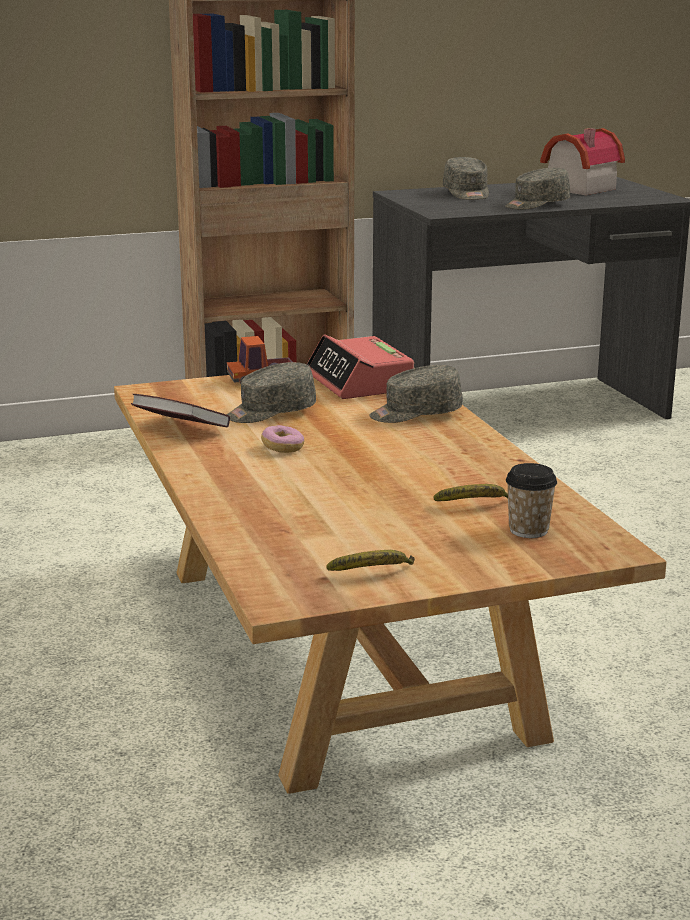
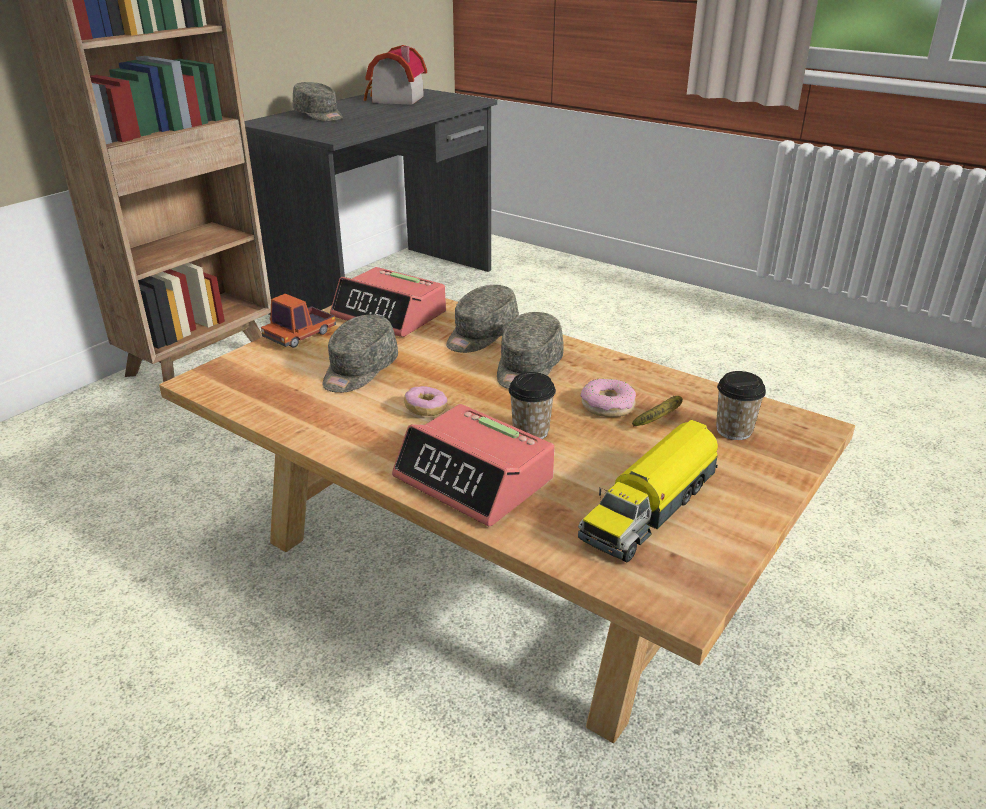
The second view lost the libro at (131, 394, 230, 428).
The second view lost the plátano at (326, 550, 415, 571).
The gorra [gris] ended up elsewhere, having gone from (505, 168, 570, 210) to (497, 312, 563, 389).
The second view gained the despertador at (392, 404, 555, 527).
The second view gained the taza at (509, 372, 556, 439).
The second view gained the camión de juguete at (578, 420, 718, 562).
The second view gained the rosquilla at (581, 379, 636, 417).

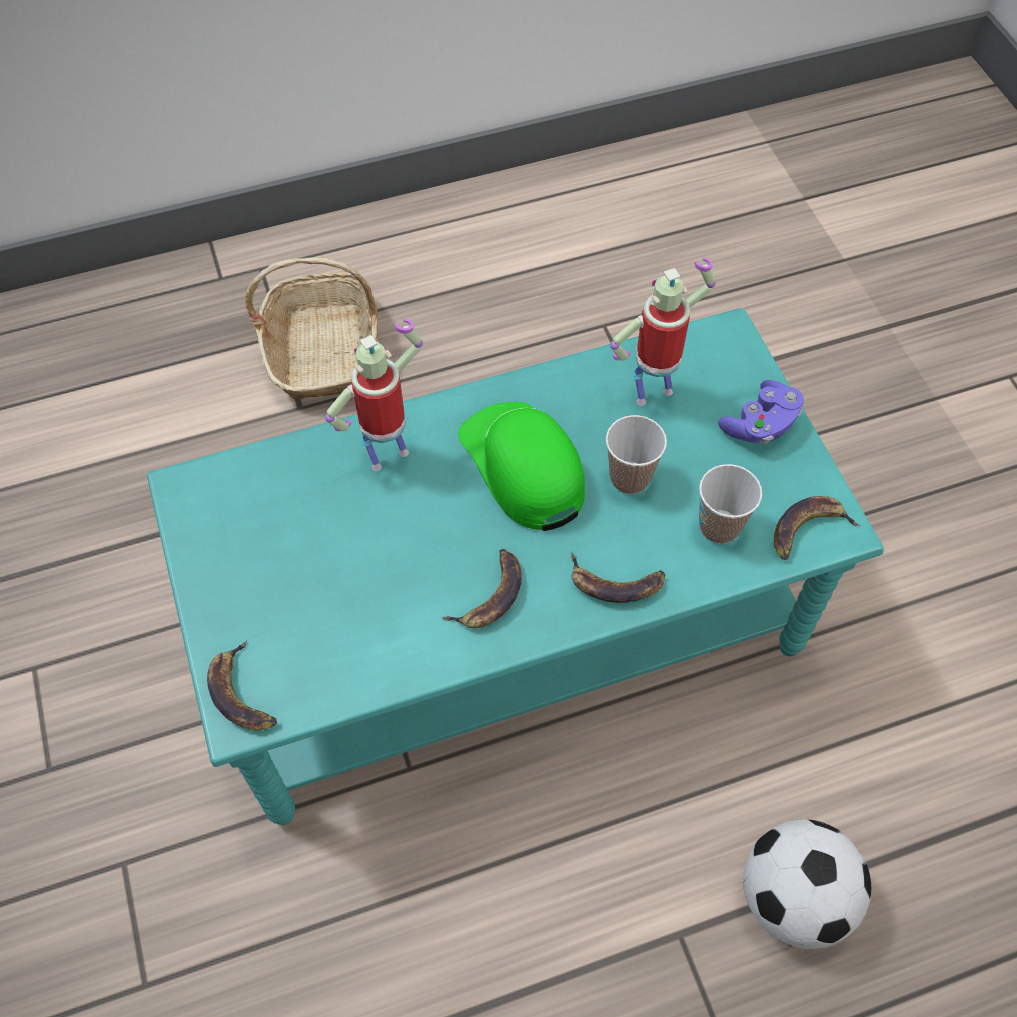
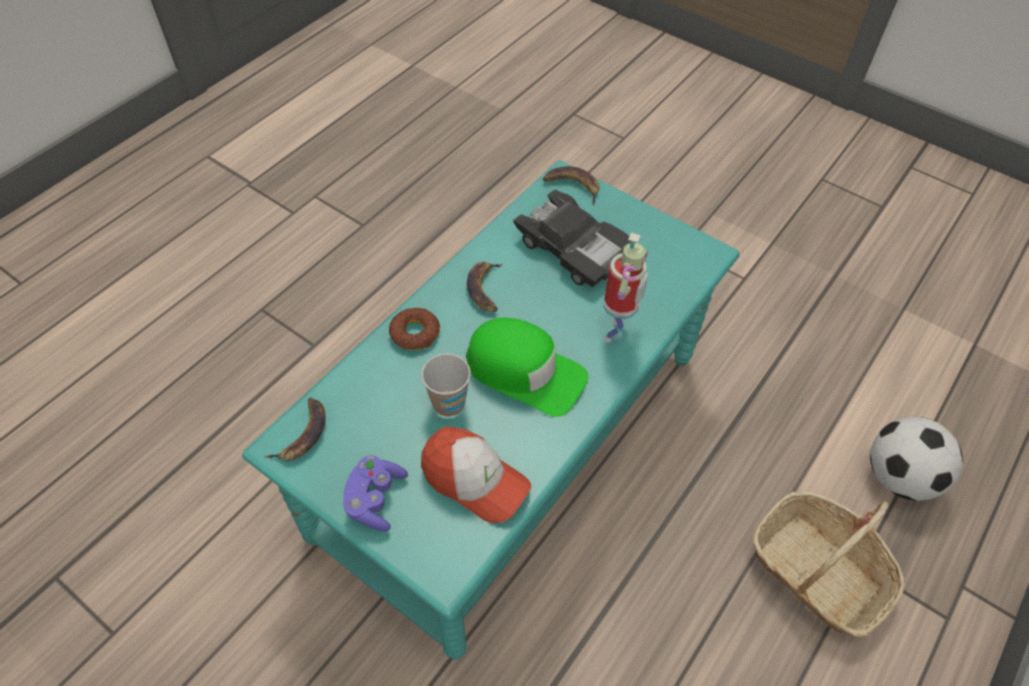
Where the plátano stood at (571, 553, 665, 603), the rosquilla came to stand at (389, 308, 440, 350).
Where the robot de juguete stood at (610, 257, 716, 406), the gorra came to stand at (421, 427, 531, 523).
The second view lost the taza at (699, 464, 762, 544).
The balón de fútbol ended up elsewhere, having gone from (743, 819, 871, 949) to (870, 417, 963, 501).
The second view gained the coche de juguete [negro] at (513, 189, 631, 287).

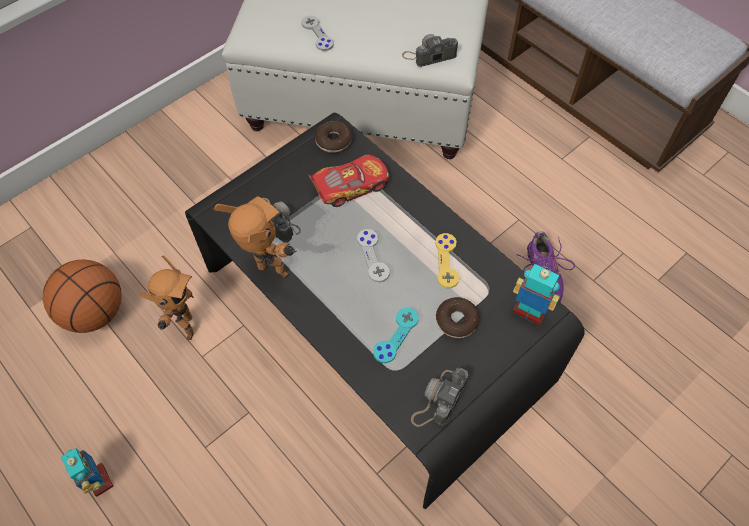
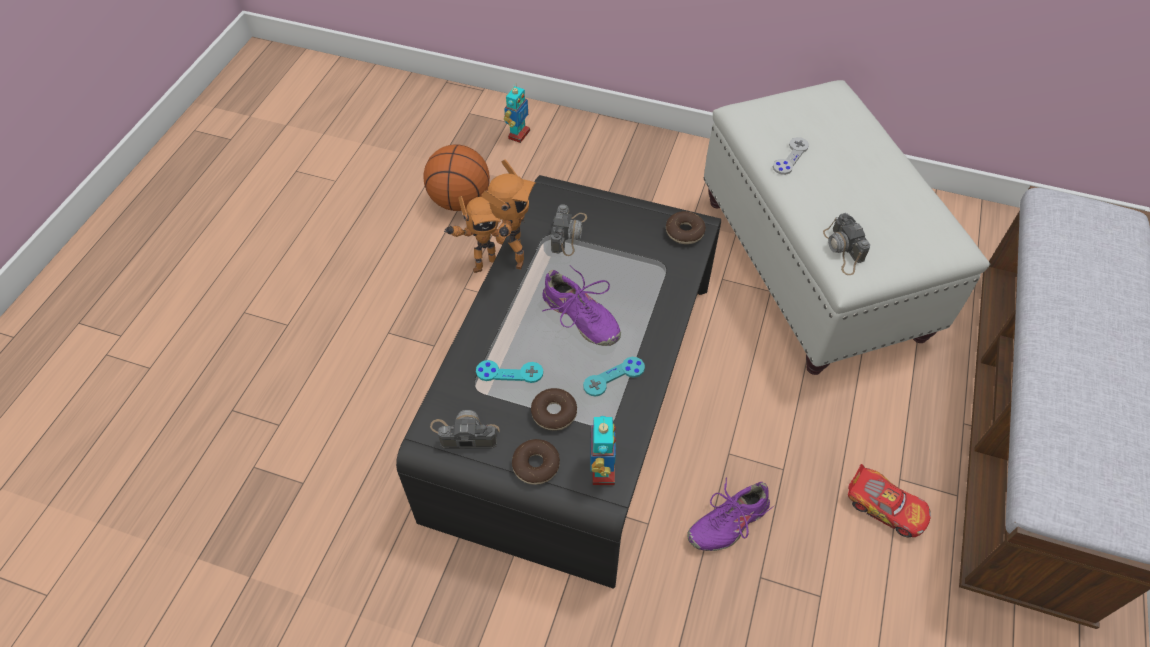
The robot de juguete ended up elsewhere, having gone from (61, 448, 114, 497) to (504, 83, 530, 143).
The coche de juguete ended up elsewhere, having gone from (308, 155, 389, 207) to (848, 464, 931, 538).
Where the mando de consola [gris] stood at (357, 229, 390, 282), the zapato [morado] came to stand at (542, 266, 621, 346).
The cámara at (402, 34, 458, 67) ended up facing another way, 150 degrees counterclockwise from before.
What was the mando de consola [amarillo] at (435, 233, 459, 288) turned into the mando de consola [turquesa] at (583, 357, 645, 397).
The second view gained the rosquilla at (512, 439, 560, 485).

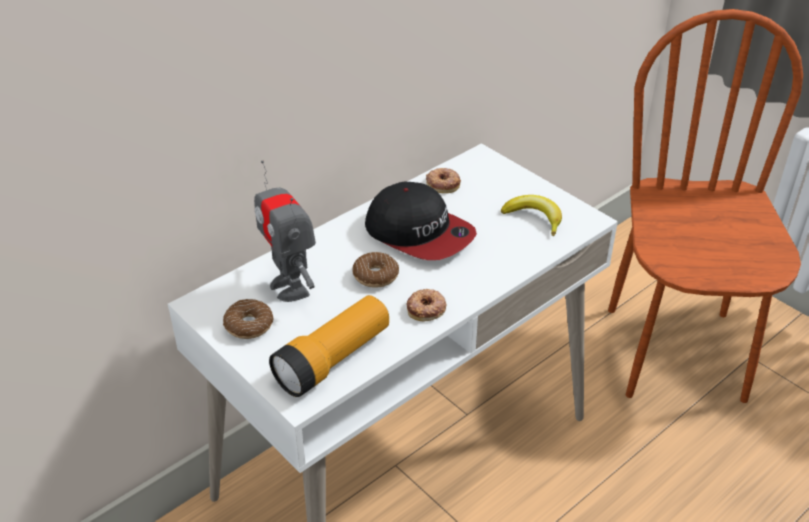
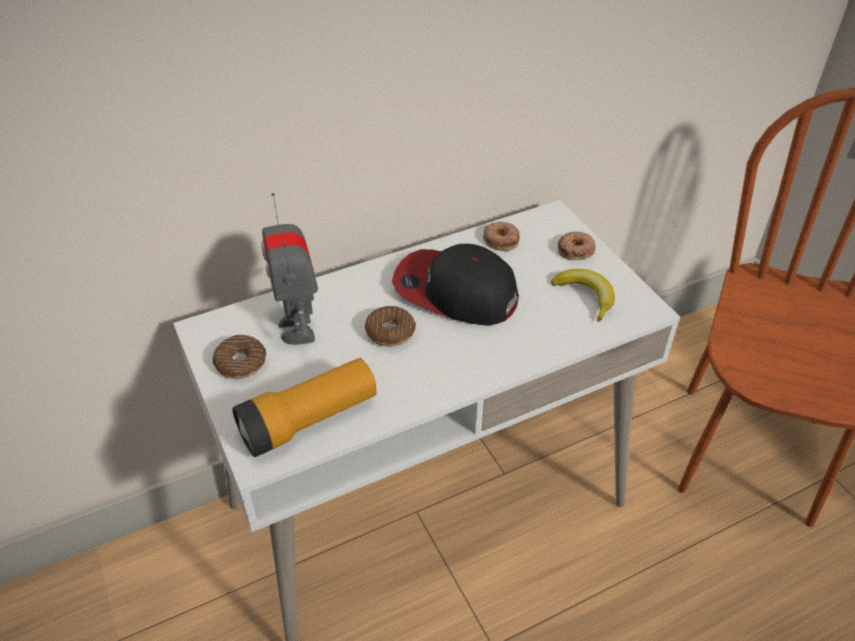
The gorra at (365, 182, 477, 260) ended up facing another way, 150 degrees clockwise from before.
The rosquilla ended up elsewhere, having gone from (407, 289, 447, 321) to (558, 232, 596, 260).

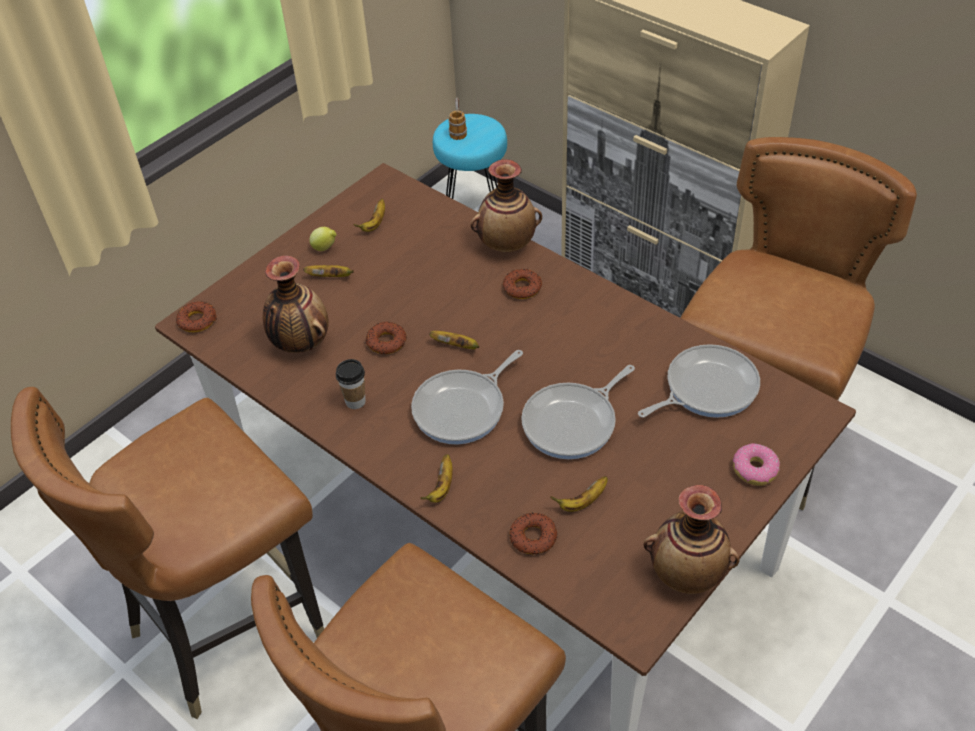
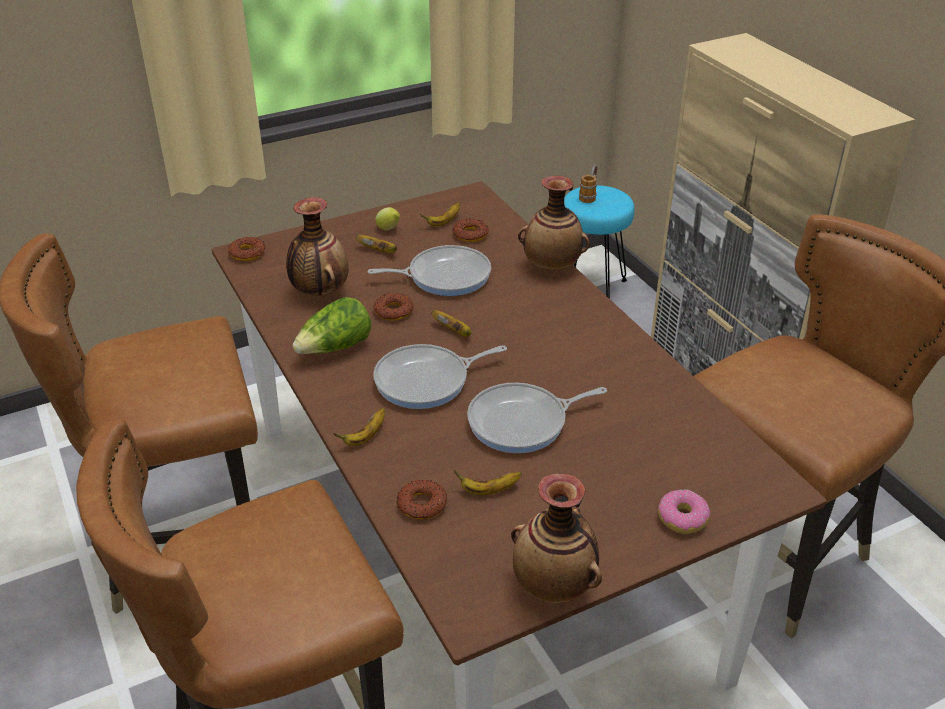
Where the taza stood at (336, 359, 366, 409), the lechuga came to stand at (292, 297, 372, 354).
The rosquilla ended up elsewhere, having gone from (503, 269, 542, 299) to (453, 218, 489, 242).
The sartén ended up elsewhere, having gone from (638, 344, 760, 418) to (368, 245, 491, 296).

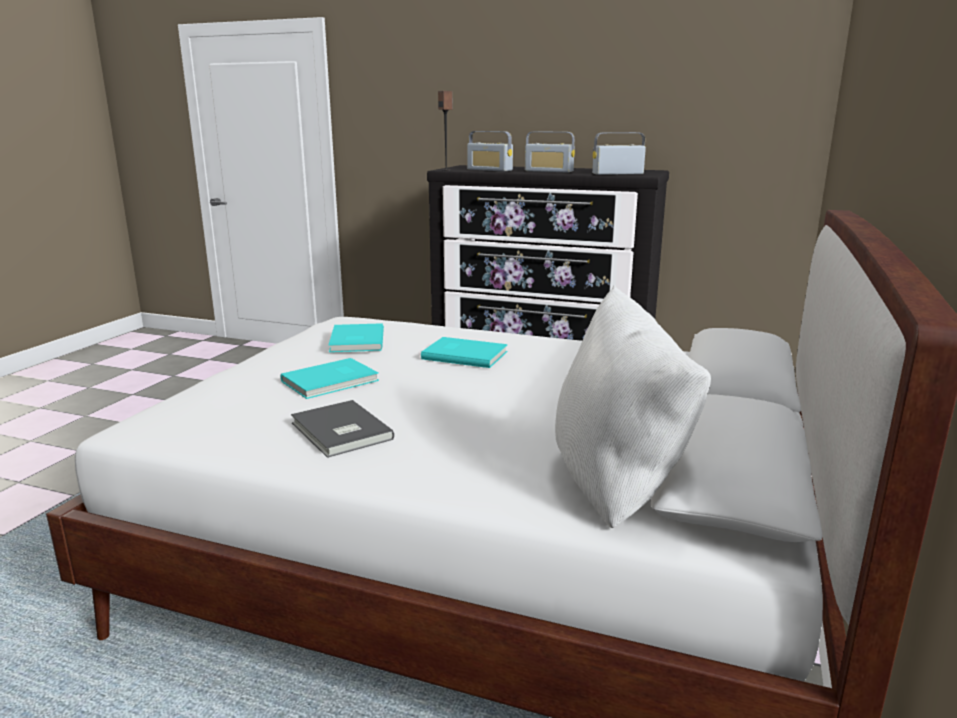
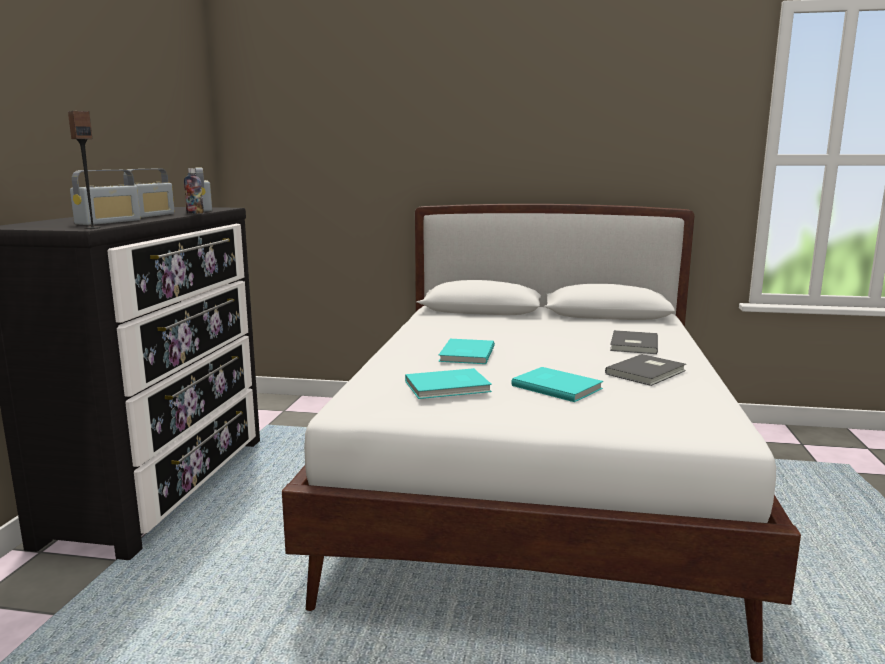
The second view lost the cojín [blanco] at (555, 285, 711, 528).
The second view gained the botella at (184, 168, 204, 214).
The second view gained the libro [gris] at (610, 330, 658, 354).

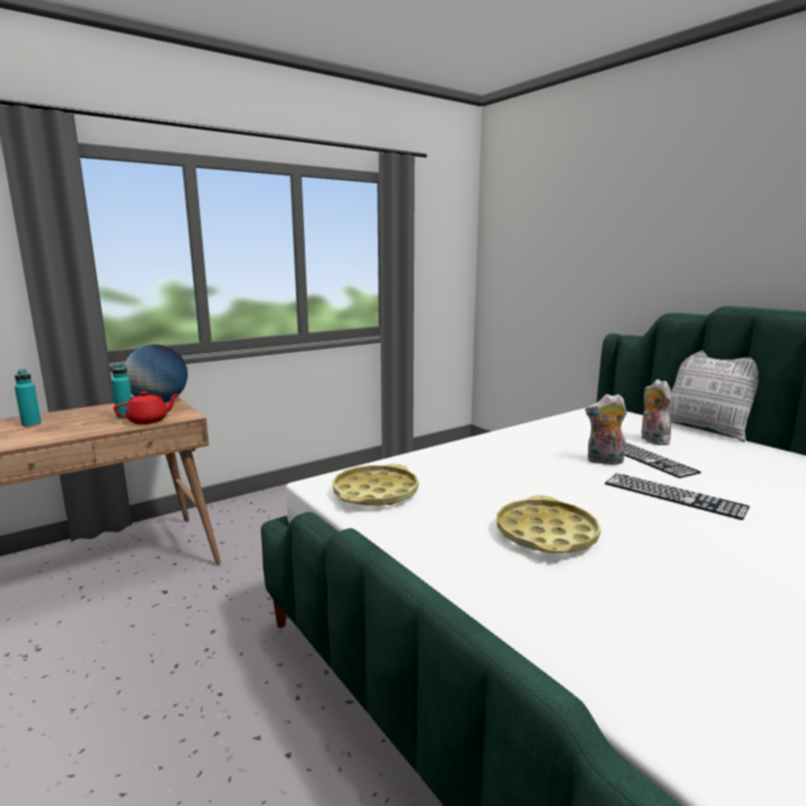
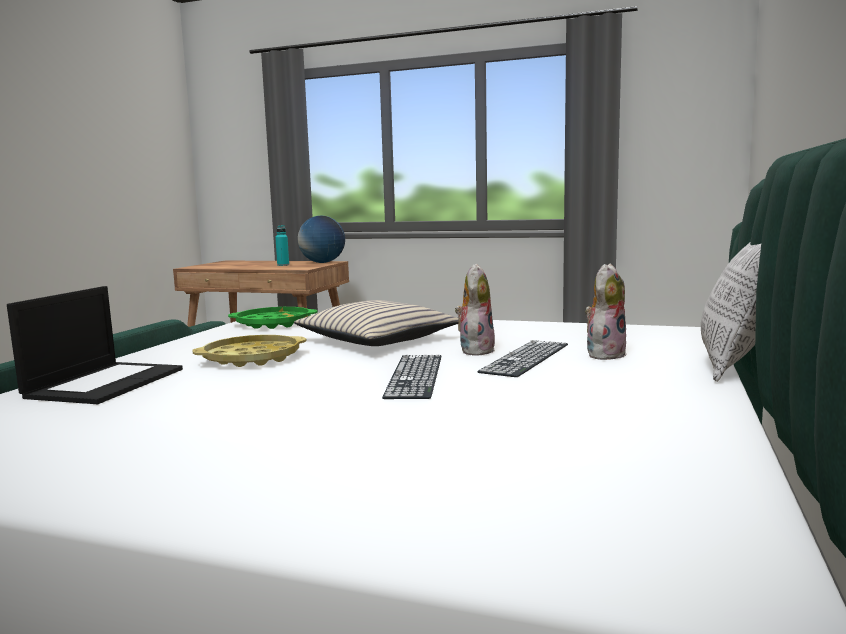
The second view lost the botella [turquesa] at (15, 369, 41, 427).
The second view lost the tetera [rojo] at (114, 391, 179, 424).
What was the bandeja [amarillo] at (333, 464, 418, 506) turned into the bandeja [verde] at (228, 307, 317, 329).
The peluche at (585, 394, 627, 464) ended up facing another way, 45 degrees clockwise from before.
The second view gained the portátil at (7, 286, 183, 404).
The second view gained the cojín [beis] at (294, 300, 459, 346).

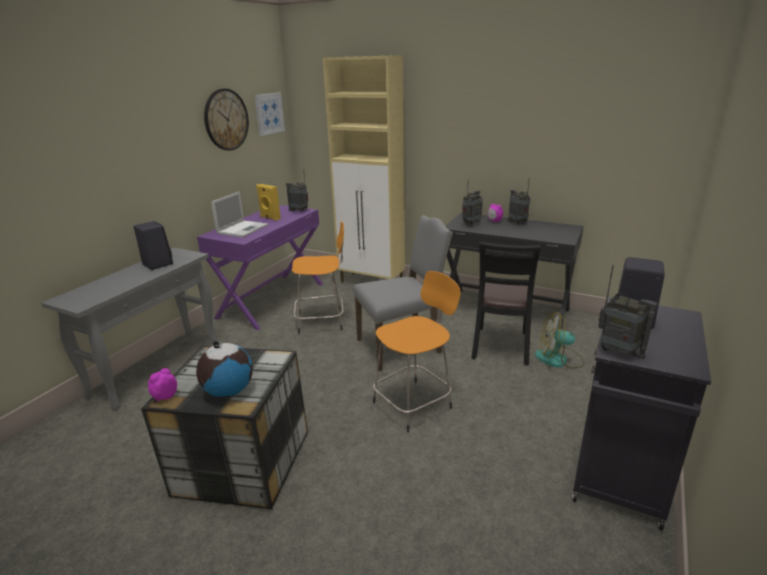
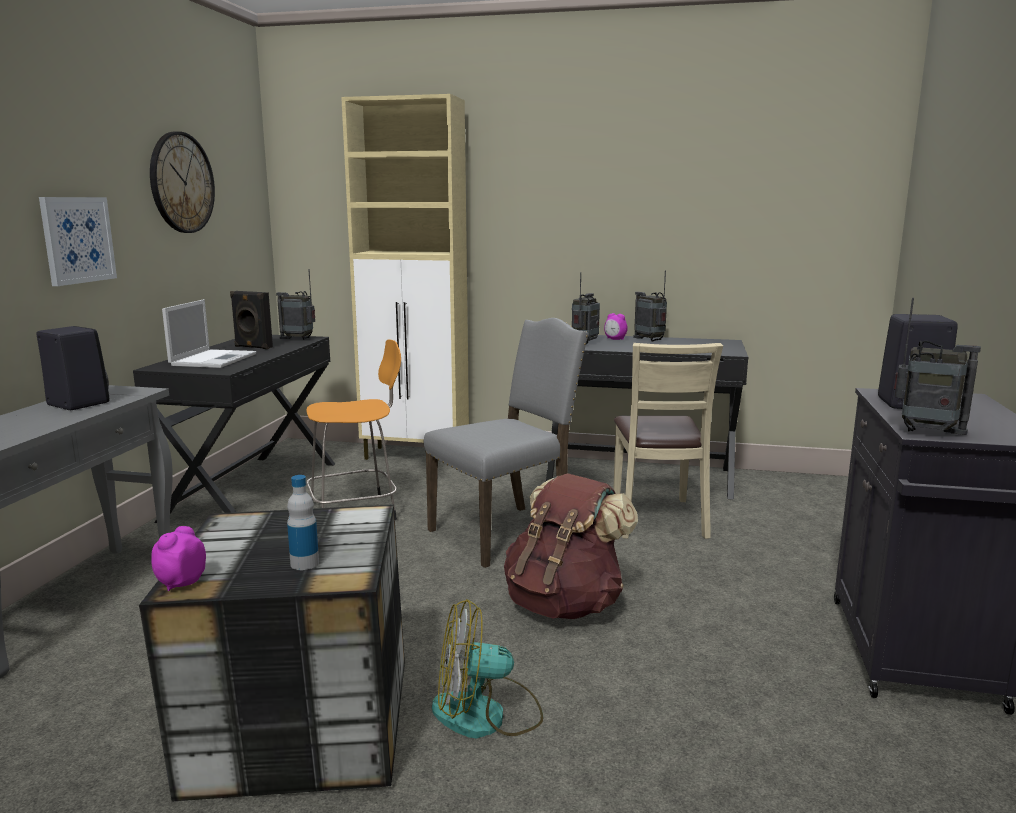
Where the globo terráqueo stood at (196, 341, 253, 397), the botella came to stand at (287, 475, 319, 570).
What was the escritorio [morado] at (197, 205, 323, 330) turned into the escritorio [negro] at (133, 335, 335, 523).
The cuadro ended up elsewhere, having gone from (254, 92, 285, 136) to (39, 197, 117, 286).
What was the altavoz [amarillo] at (256, 184, 281, 221) turned into the altavoz [negro] at (230, 291, 273, 349).
Where the taburete [naranja] stood at (373, 271, 461, 432), the mochila [marrón] came to stand at (504, 473, 638, 619).
What was the silla [negro] at (471, 242, 541, 365) turned into the silla [beis] at (613, 343, 723, 539).
The ventilador ended up elsewhere, having gone from (535, 312, 584, 369) to (432, 599, 543, 738).

